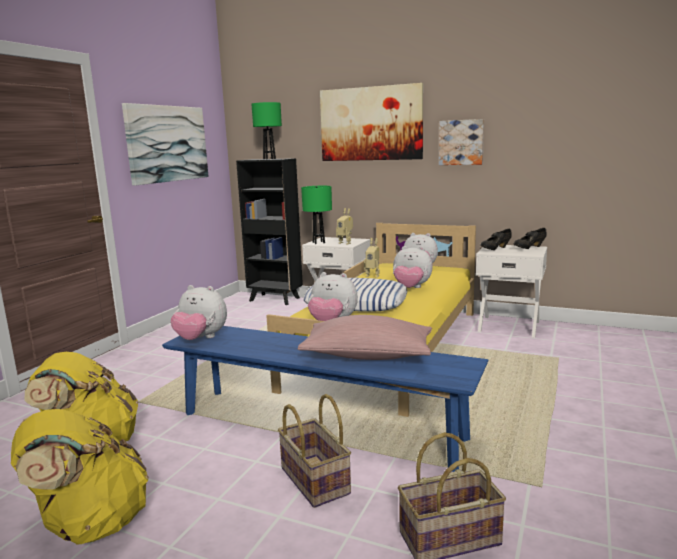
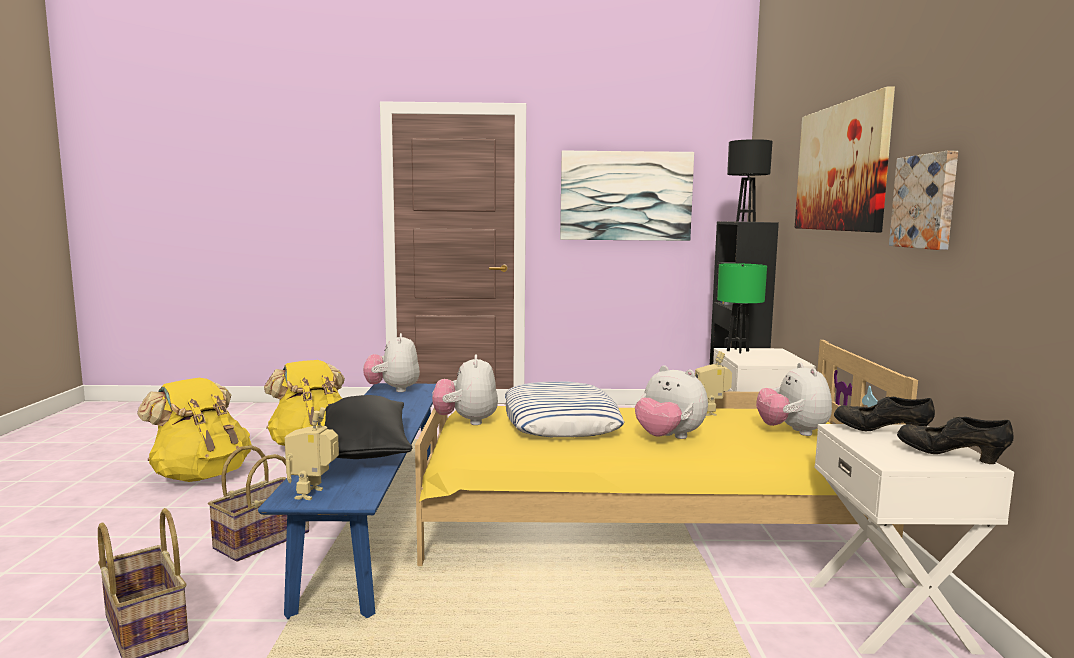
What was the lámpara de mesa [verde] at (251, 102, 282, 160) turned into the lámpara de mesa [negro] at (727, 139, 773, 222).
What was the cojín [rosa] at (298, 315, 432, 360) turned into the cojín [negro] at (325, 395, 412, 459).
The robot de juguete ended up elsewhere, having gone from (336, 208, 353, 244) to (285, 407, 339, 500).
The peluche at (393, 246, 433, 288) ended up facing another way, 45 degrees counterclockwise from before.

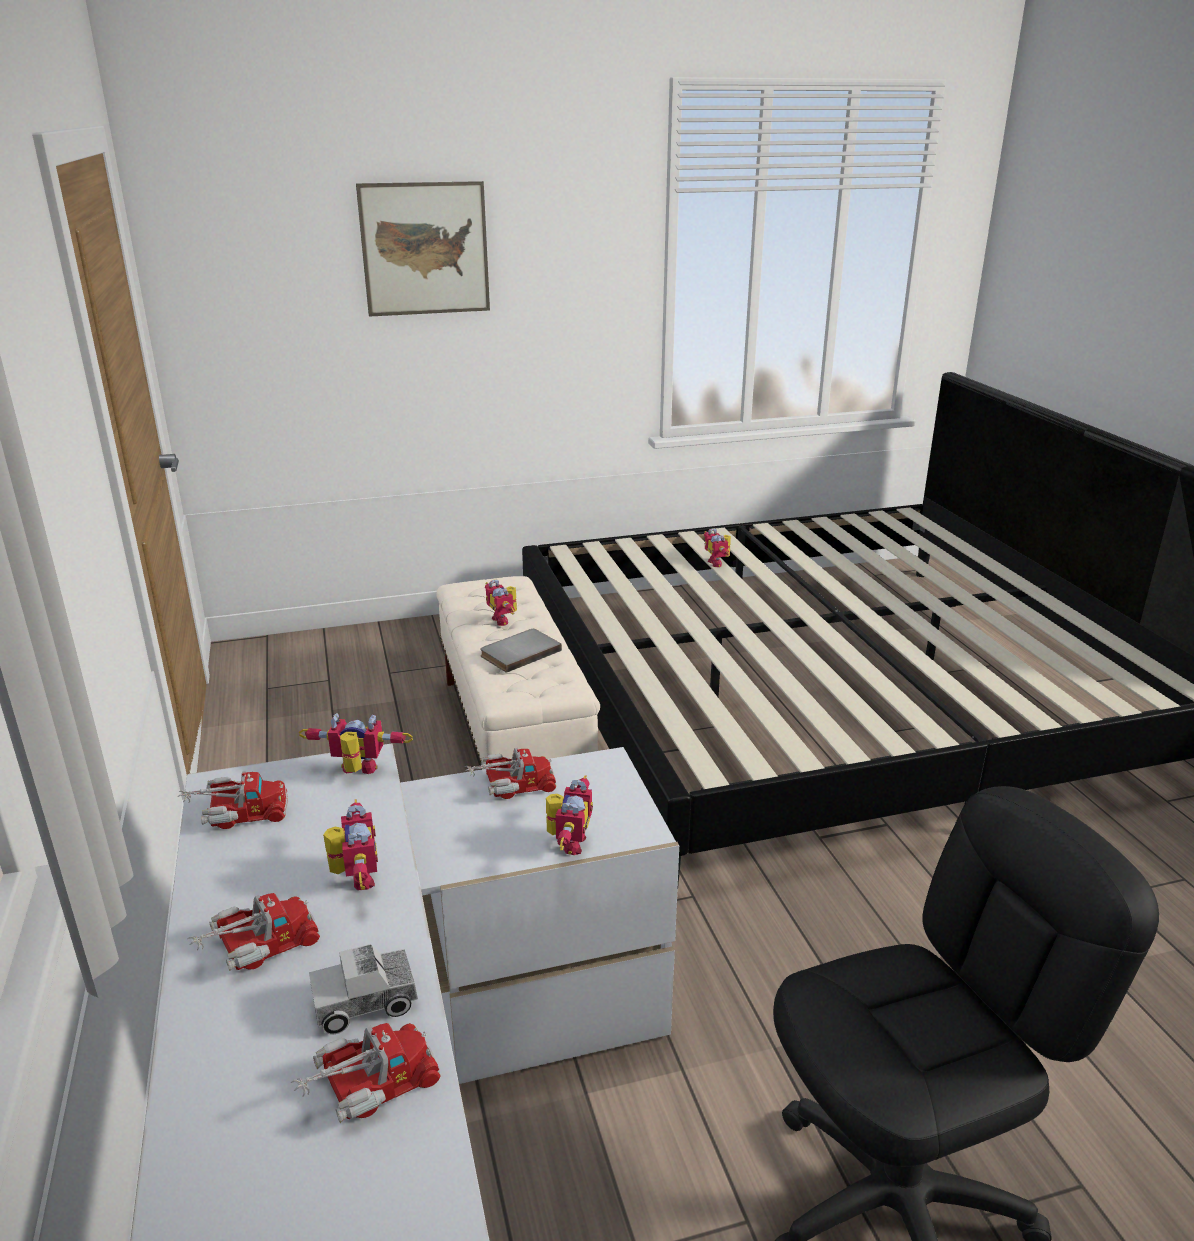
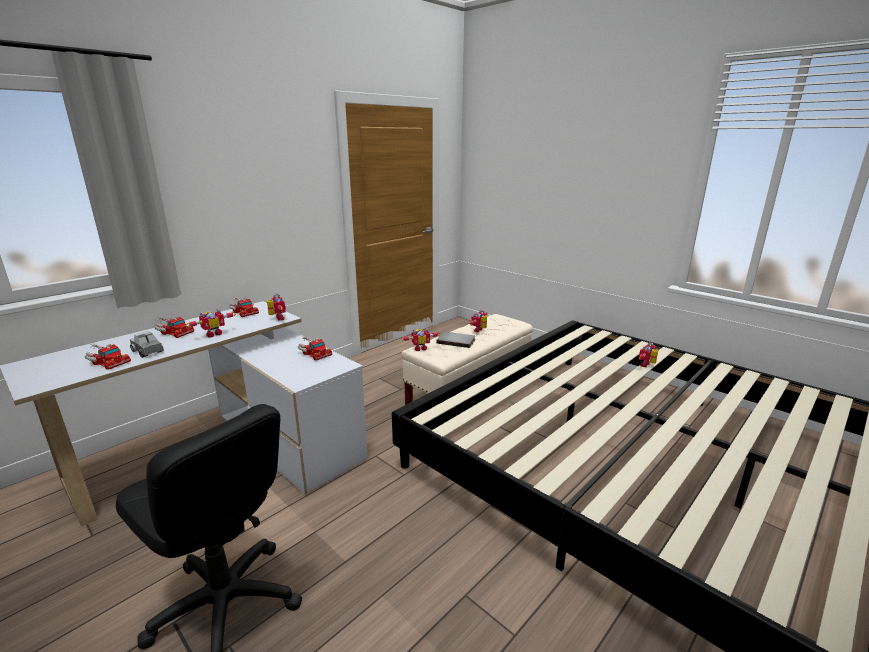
The second view lost the cuadro at (356, 181, 490, 317).
The robot de juguete ended up elsewhere, having gone from (546, 775, 593, 855) to (401, 328, 440, 351).

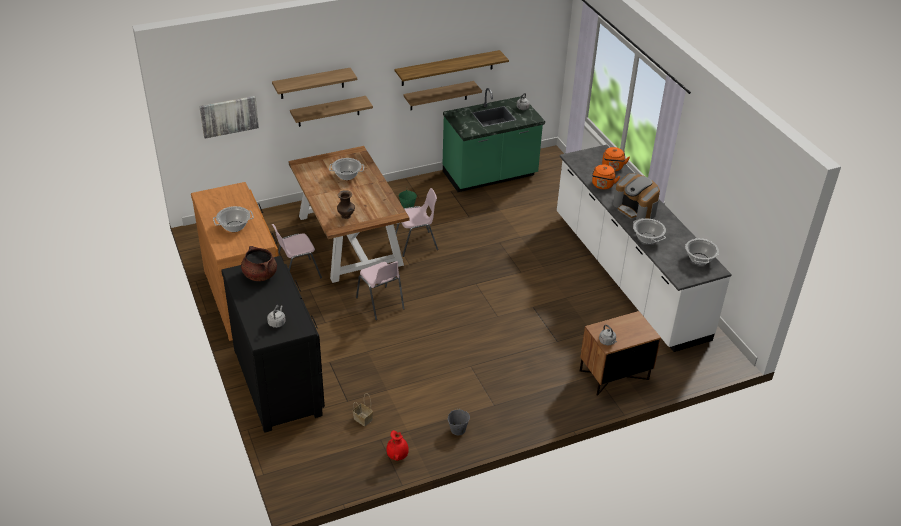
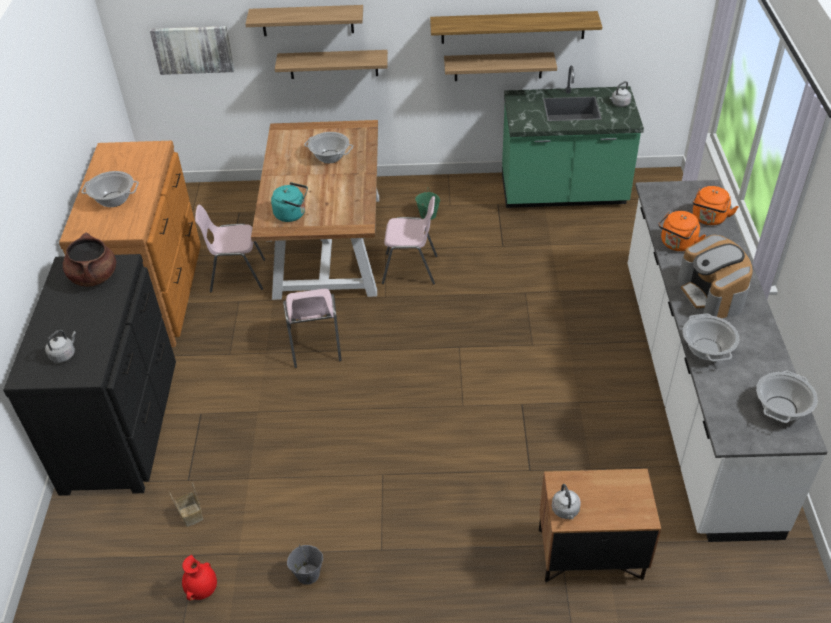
Where the florero [marrón] stood at (337, 190, 355, 219), the hervidor [turquesa] came to stand at (271, 182, 308, 222).

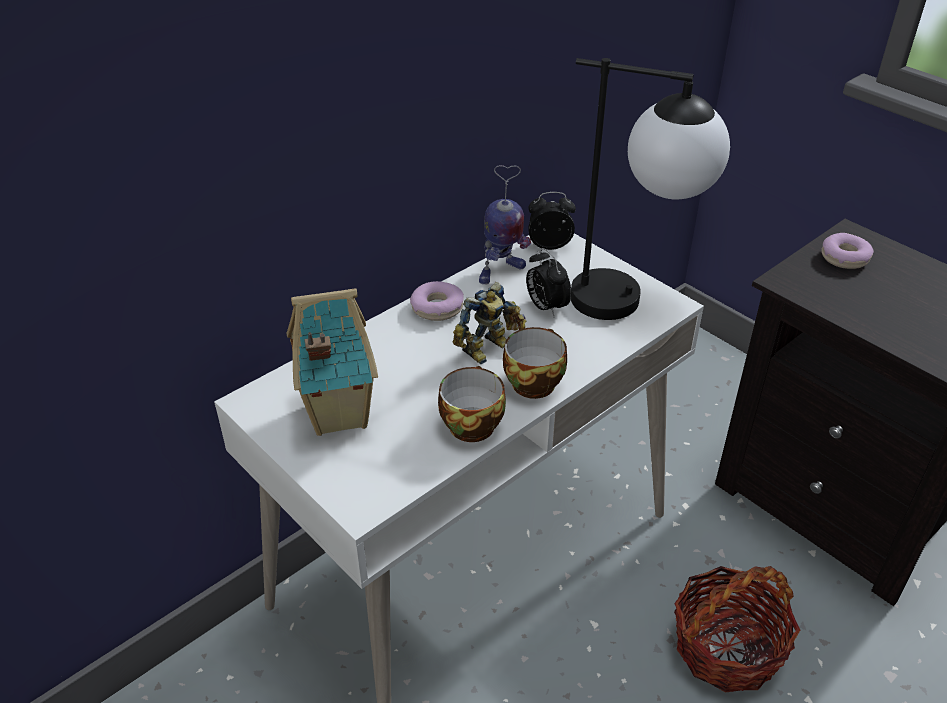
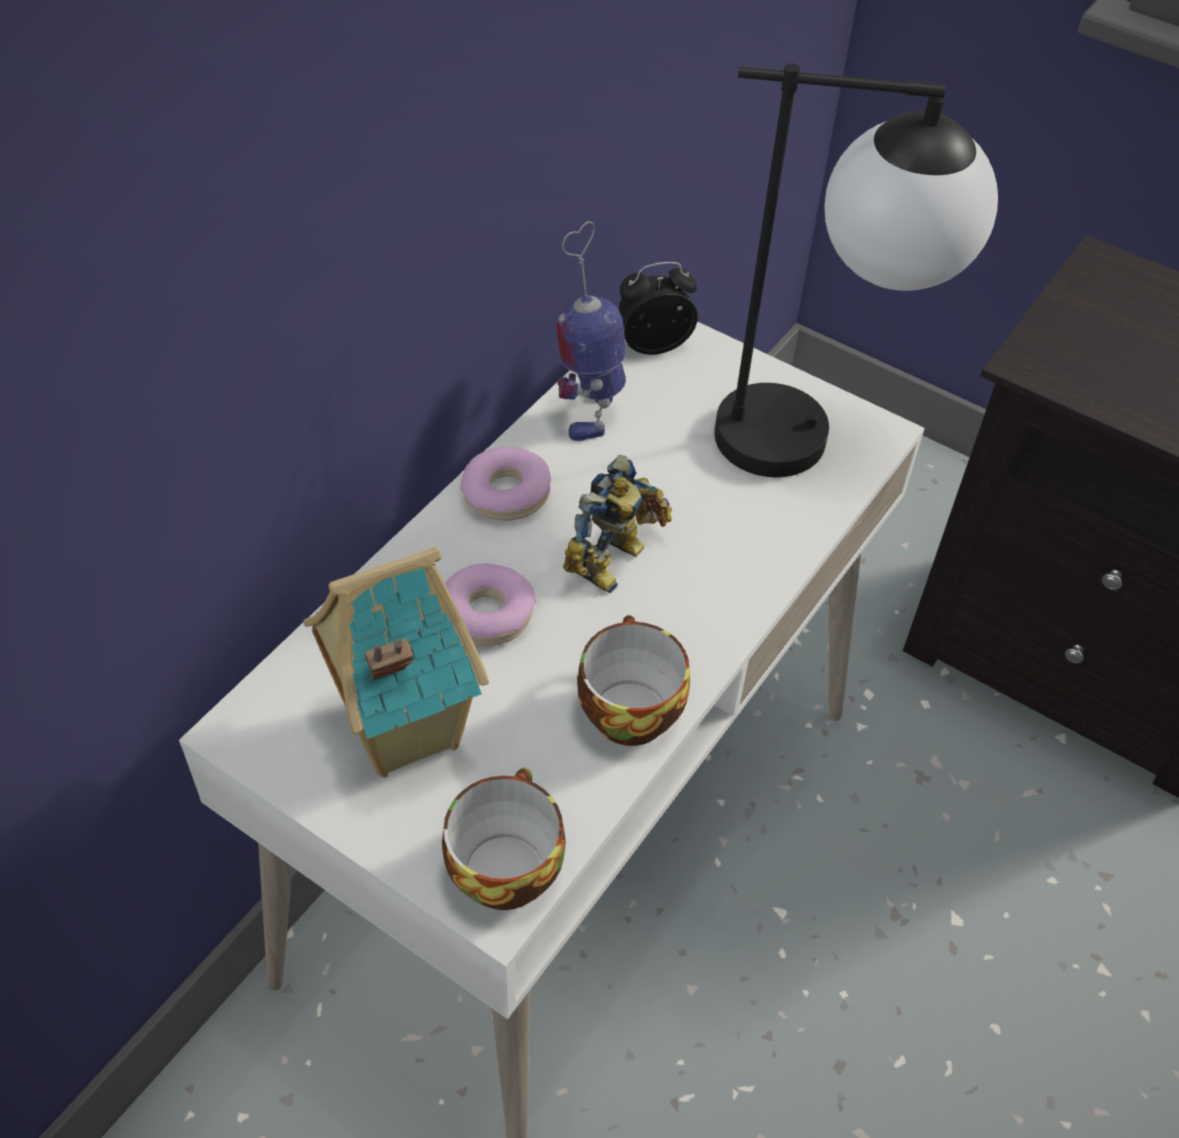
The robot de juguete at (479, 165, 531, 284) ended up facing another way, 150 degrees clockwise from before.
The taza ended up elsewhere, having gone from (503, 327, 567, 399) to (442, 768, 566, 910).
The second view lost the despertador at (526, 248, 571, 317).
The second view lost the cesta at (674, 566, 800, 693).
The rosquilla ended up elsewhere, having gone from (821, 233, 874, 269) to (445, 564, 536, 646).

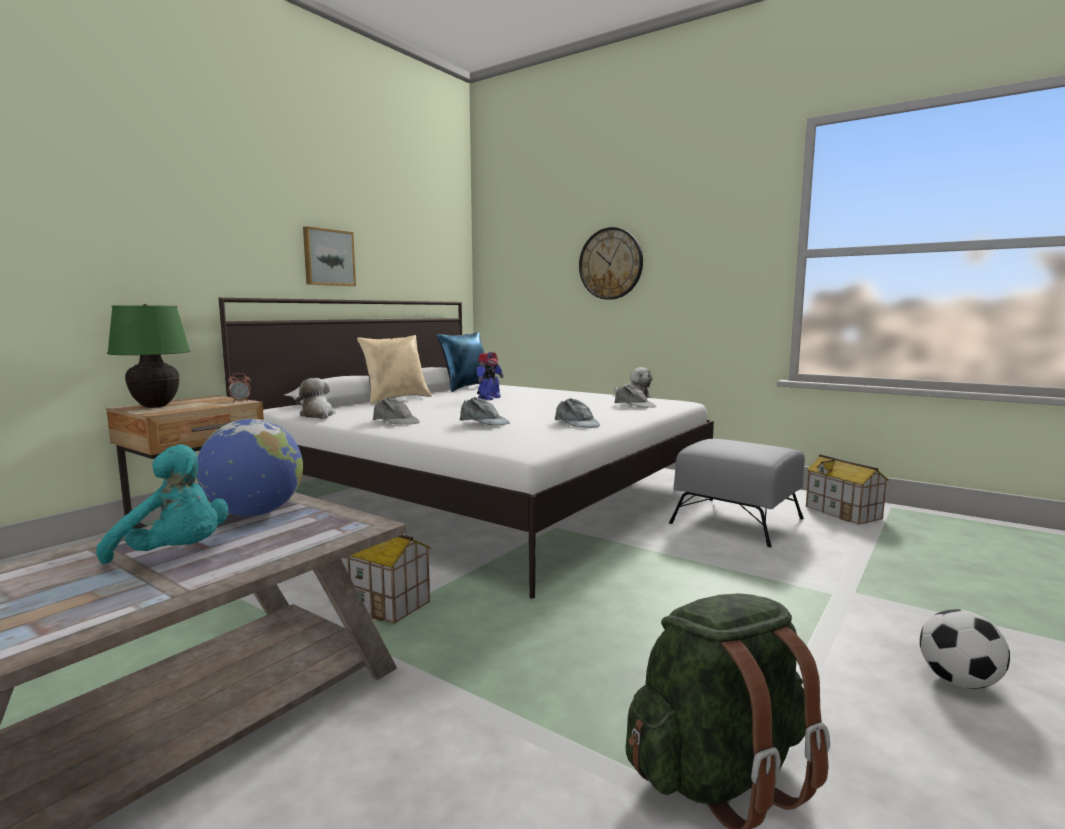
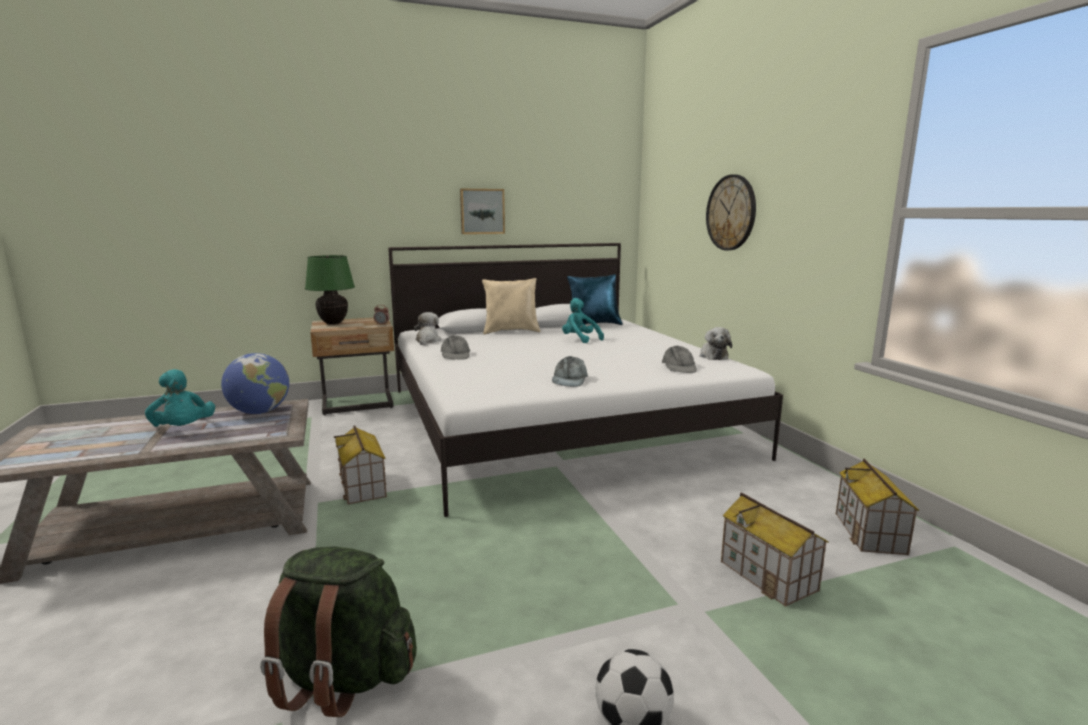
The second view lost the gorra [gris] at (460, 397, 510, 425).
Where the robot de juguete stood at (476, 352, 504, 400), the peluche [turquesa] came to stand at (562, 298, 604, 343).
The second view lost the puf [gris] at (669, 439, 805, 547).
The second view gained the casita at (721, 492, 829, 607).

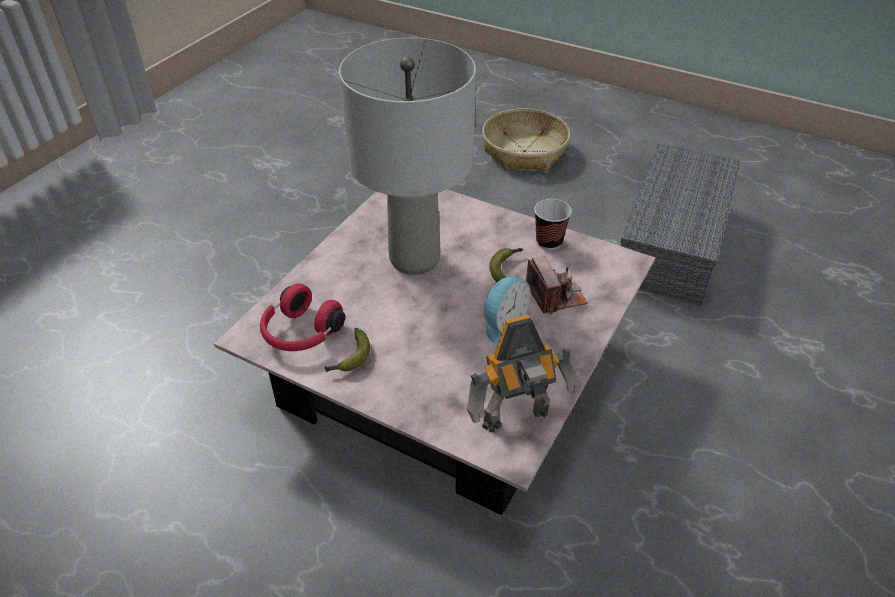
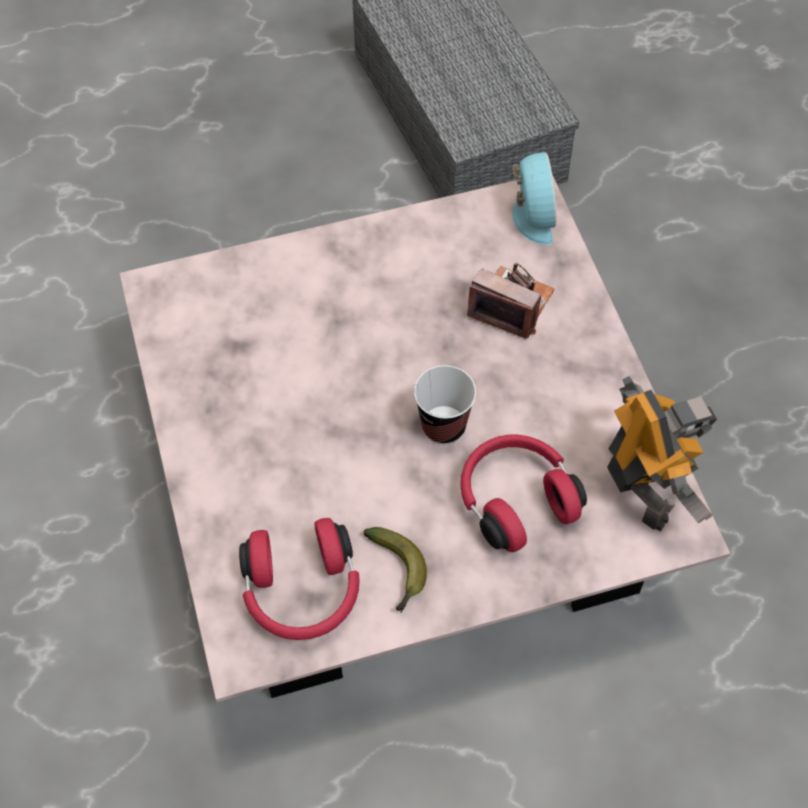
The second view lost the lámpara de mesa [gris] at (339, 38, 476, 275).
The robot de juguete at (467, 314, 580, 432) ended up facing another way, 45 degrees counterclockwise from before.
The second view lost the cesta at (482, 108, 570, 171).
The despertador ended up elsewhere, having gone from (484, 277, 531, 343) to (512, 152, 557, 245).
The second view lost the plátano at (489, 248, 523, 282).
The taza ended up elsewhere, having gone from (534, 199, 572, 250) to (414, 365, 476, 444).
The second view gained the auriculares [rojo] at (460, 435, 587, 552).

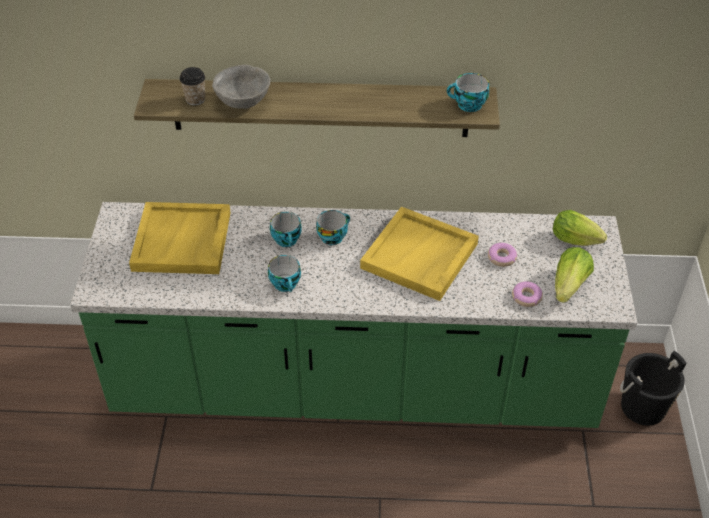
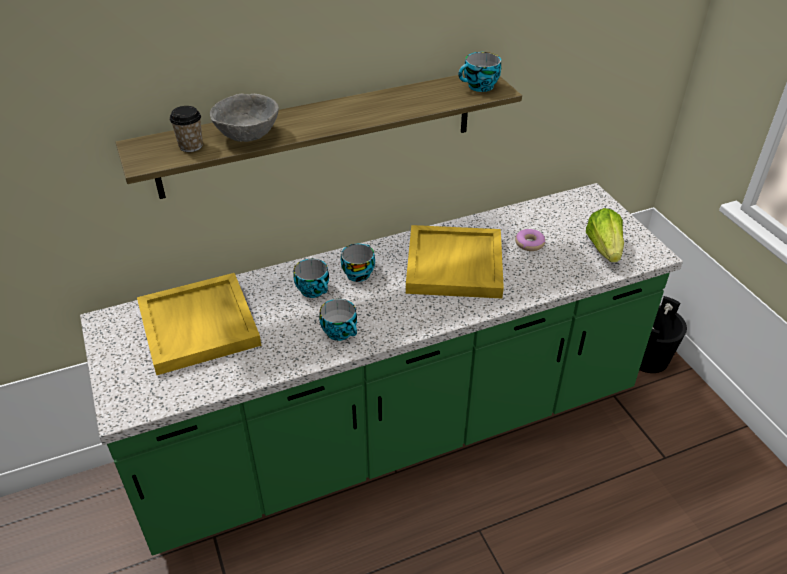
The second view lost the rosquilla at (512, 281, 543, 307).
The second view lost the lechuga at (553, 210, 607, 246).

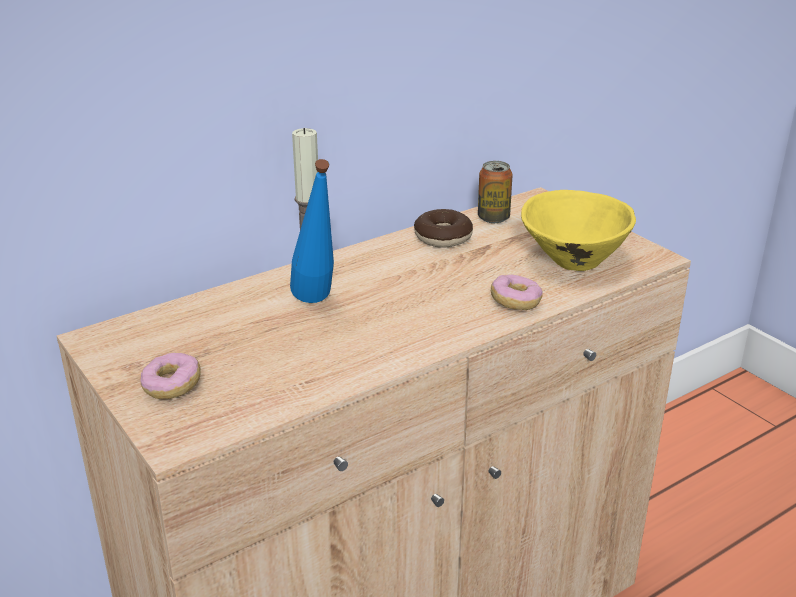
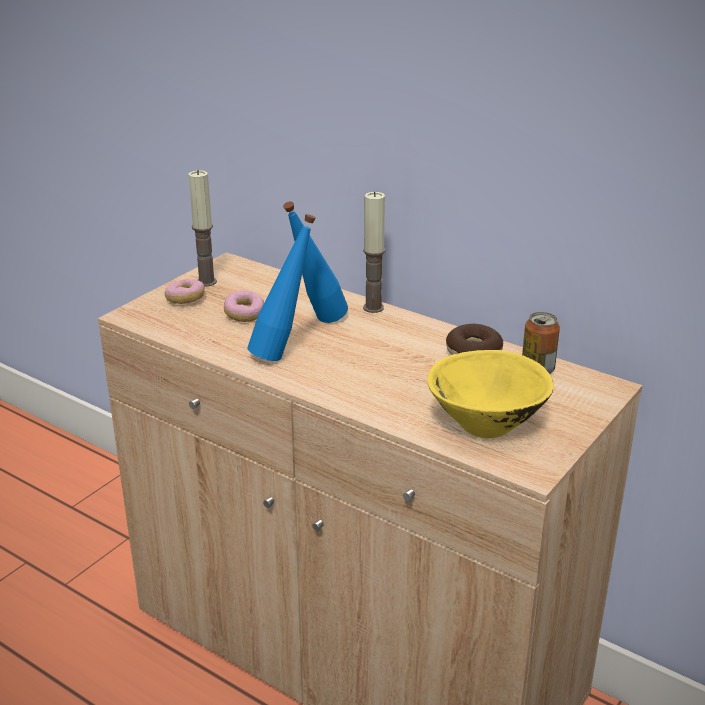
The rosquilla ended up elsewhere, having gone from (491, 275, 543, 310) to (224, 291, 264, 322).
The second view gained the vela at (188, 170, 217, 287).
The second view gained the botella [azul] at (247, 214, 316, 361).

